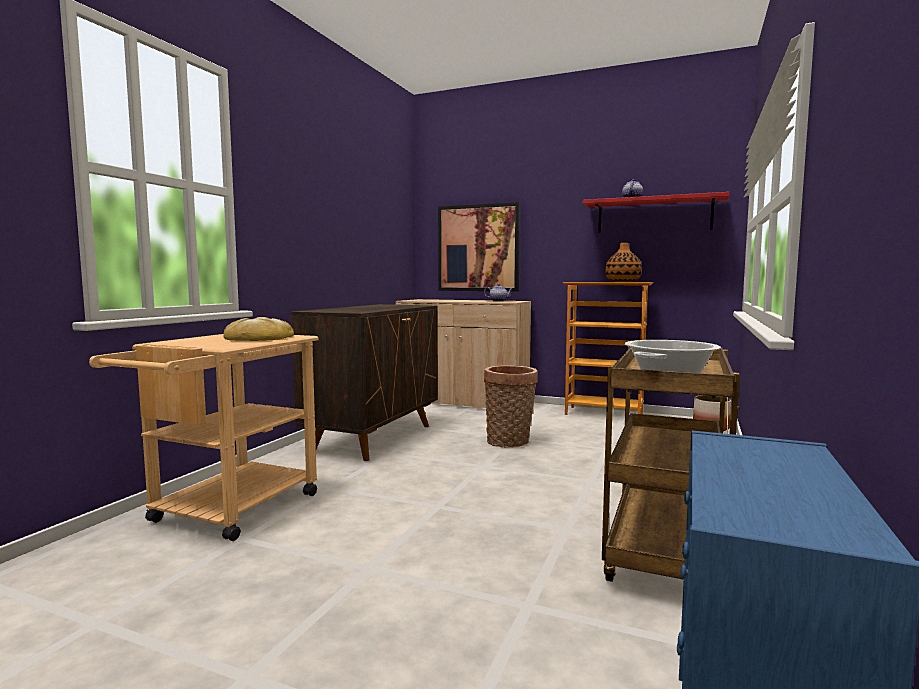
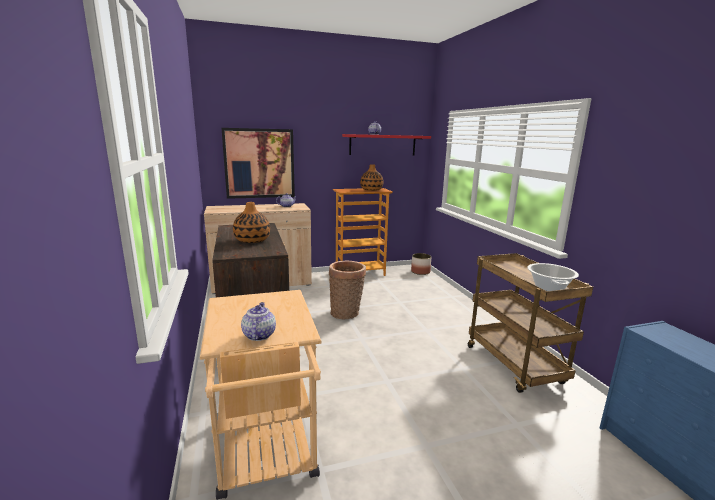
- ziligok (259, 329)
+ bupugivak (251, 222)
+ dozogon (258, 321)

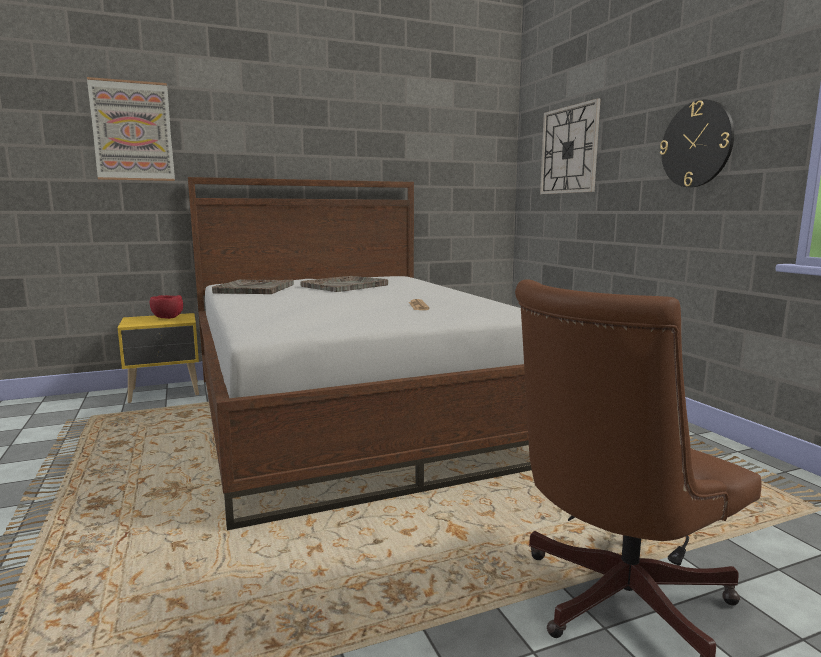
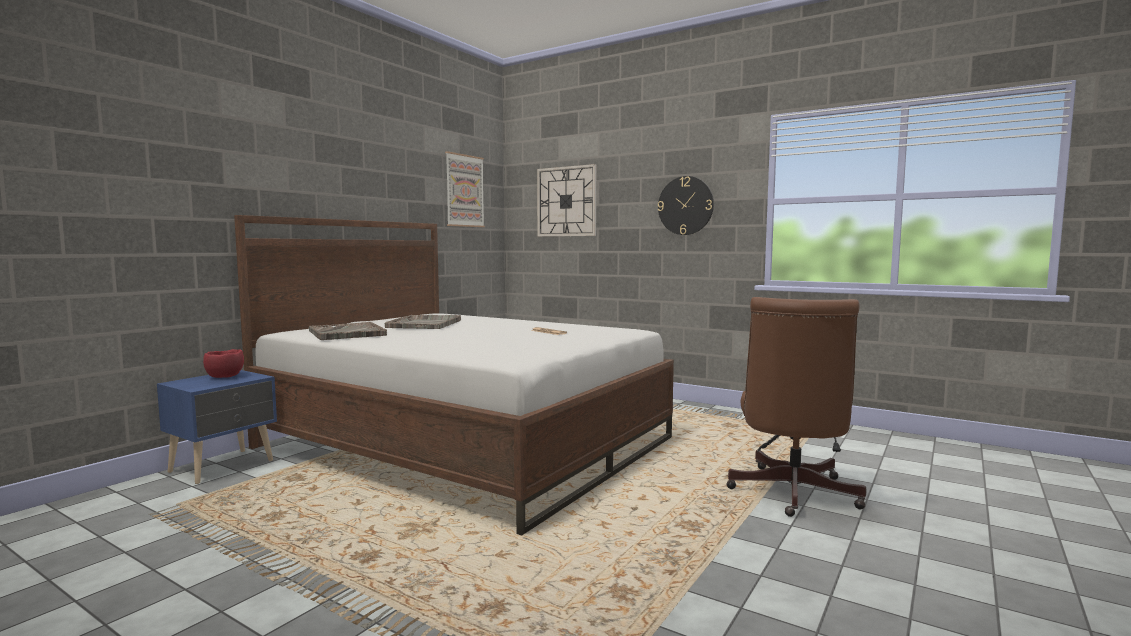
~ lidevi (131, 129) to (465, 189)
~ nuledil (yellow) (158, 358) to nuledil (blue) (217, 427)

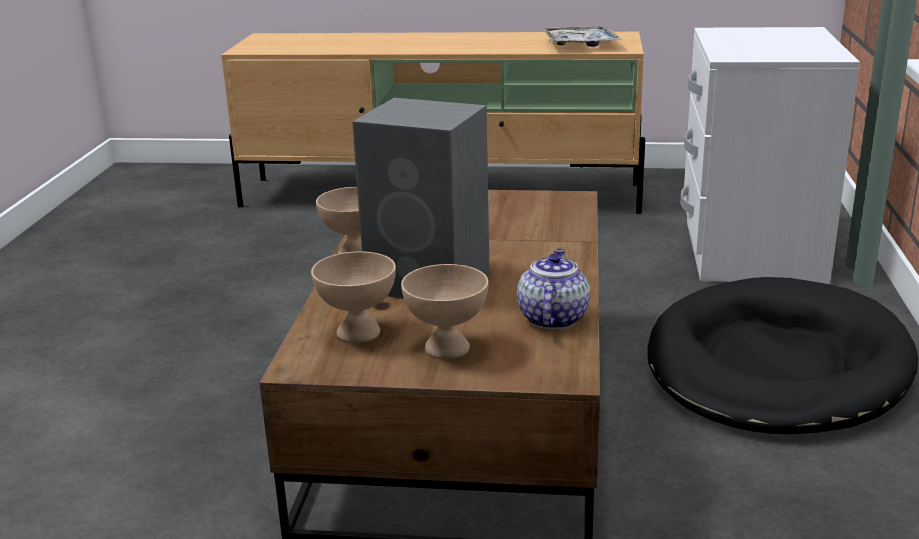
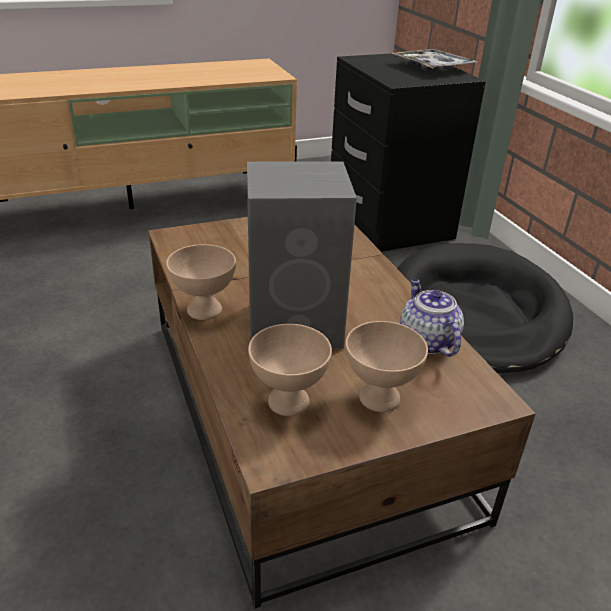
~ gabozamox (582, 36) to (434, 59)
~ nuledil (white) (770, 155) to nuledil (black) (408, 152)

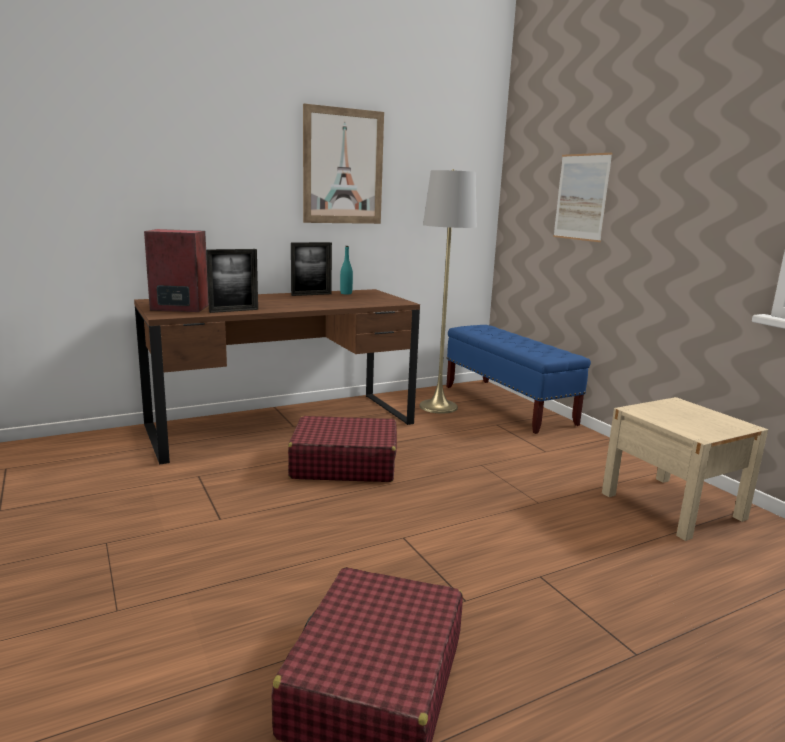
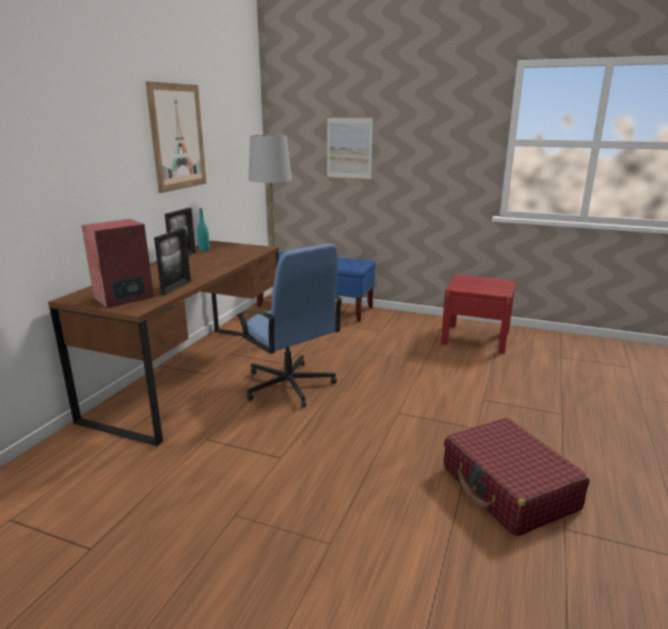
~ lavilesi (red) (342, 449) to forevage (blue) (289, 325)
~ nuledil (beige) (685, 469) to nuledil (red) (478, 314)

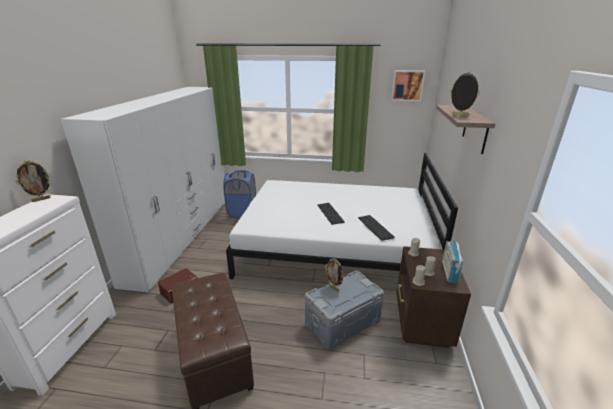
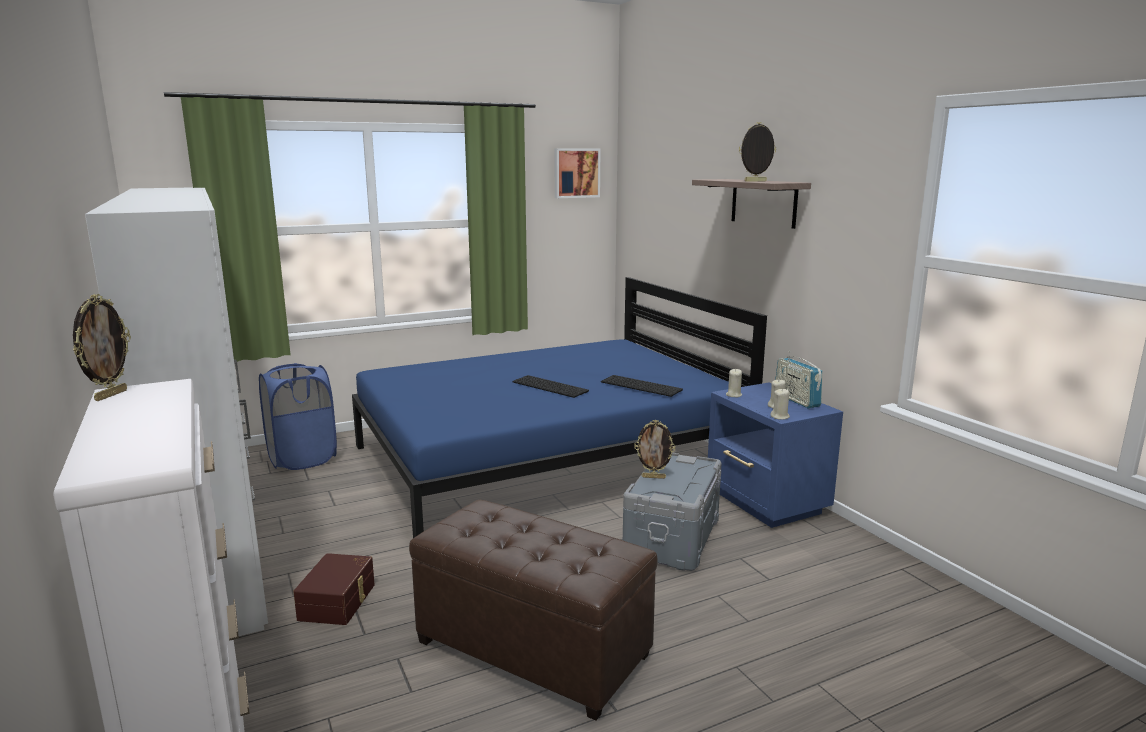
~ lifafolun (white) (342, 216) to lifafolun (blue) (559, 407)
~ nuledil (brown) (433, 297) to nuledil (blue) (775, 455)

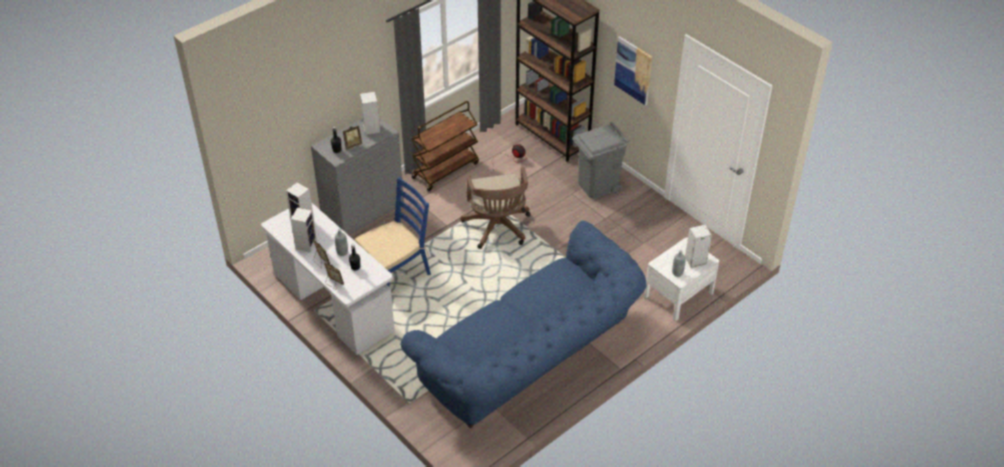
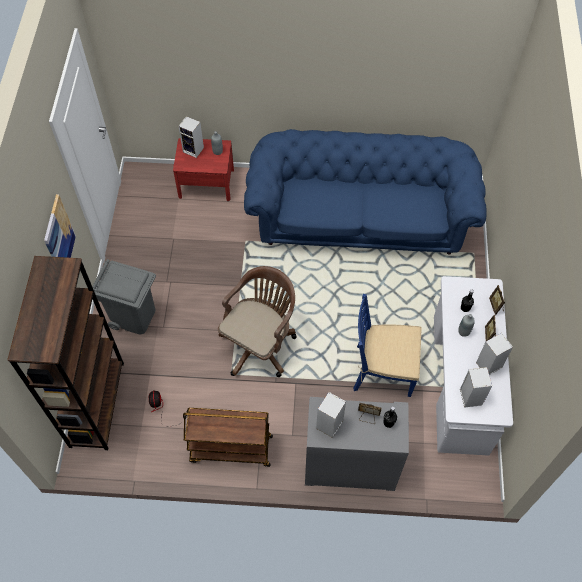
~ nuledil (white) (681, 279) to nuledil (red) (203, 169)

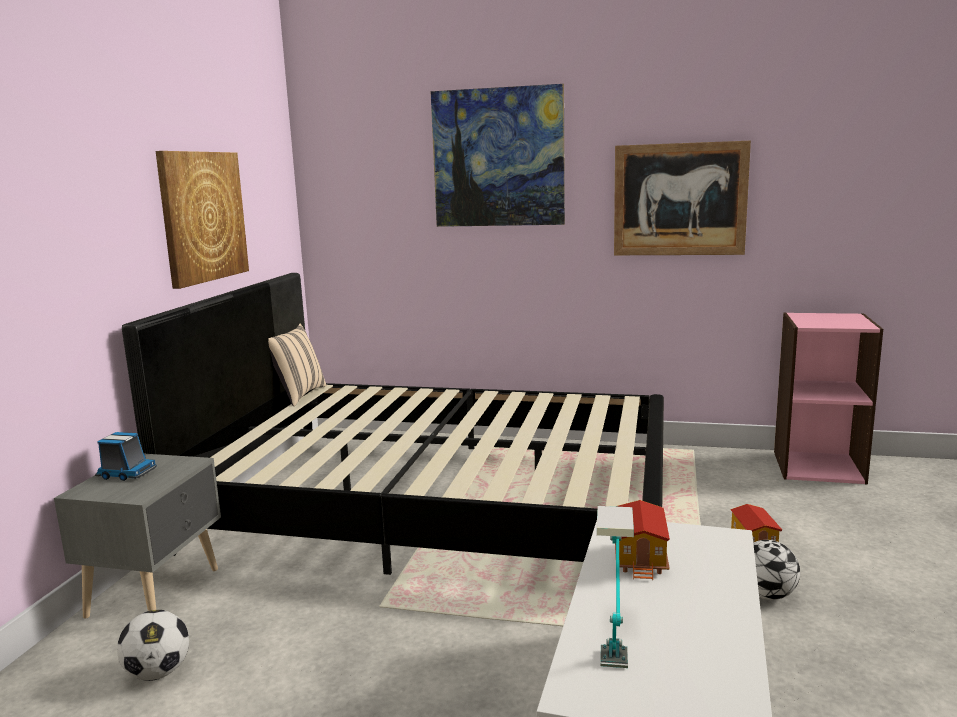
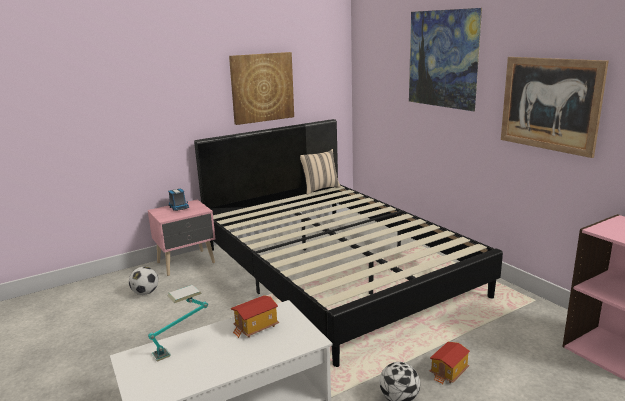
~ nuledil (grey) (137, 536) to nuledil (pink) (182, 237)

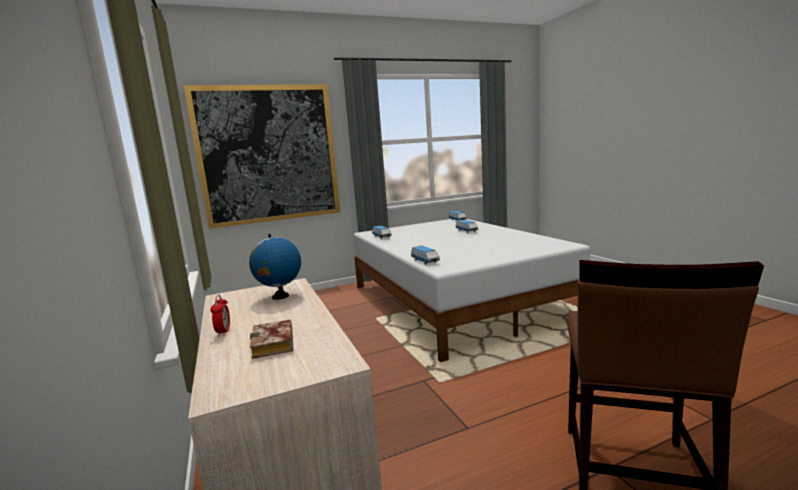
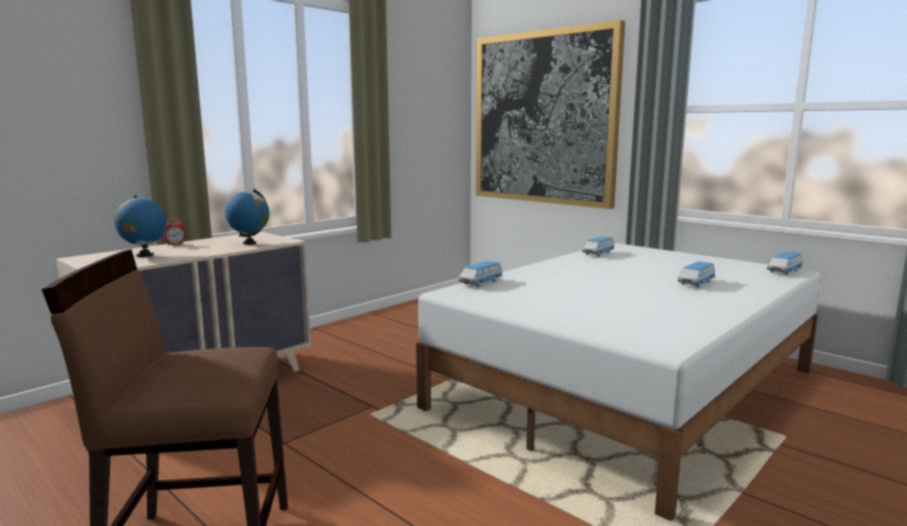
~ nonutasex (271, 339) to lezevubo (140, 226)

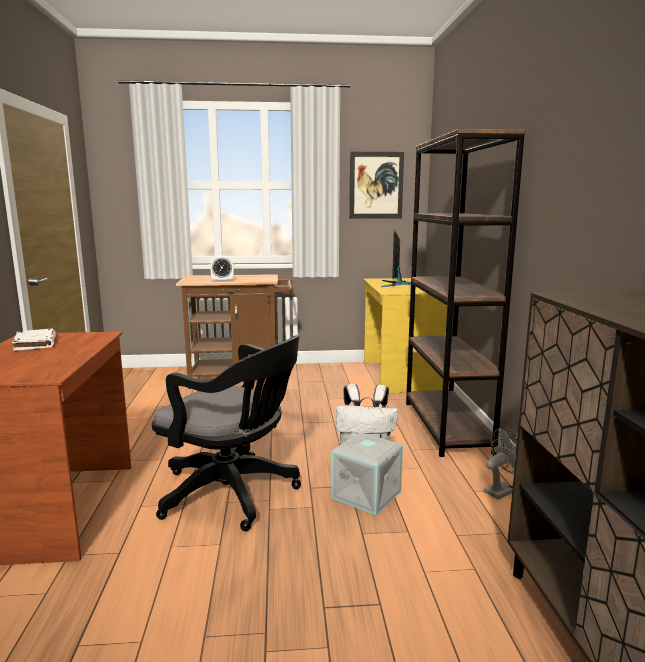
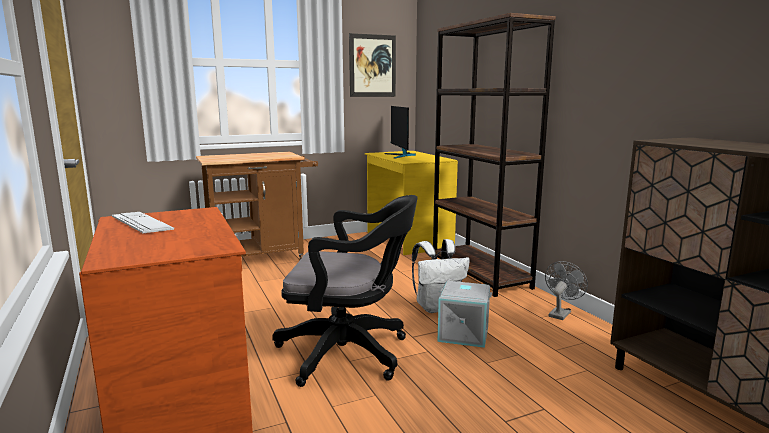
~ nonutasex (white) (34, 339) to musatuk (143, 222)
- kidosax (222, 269)

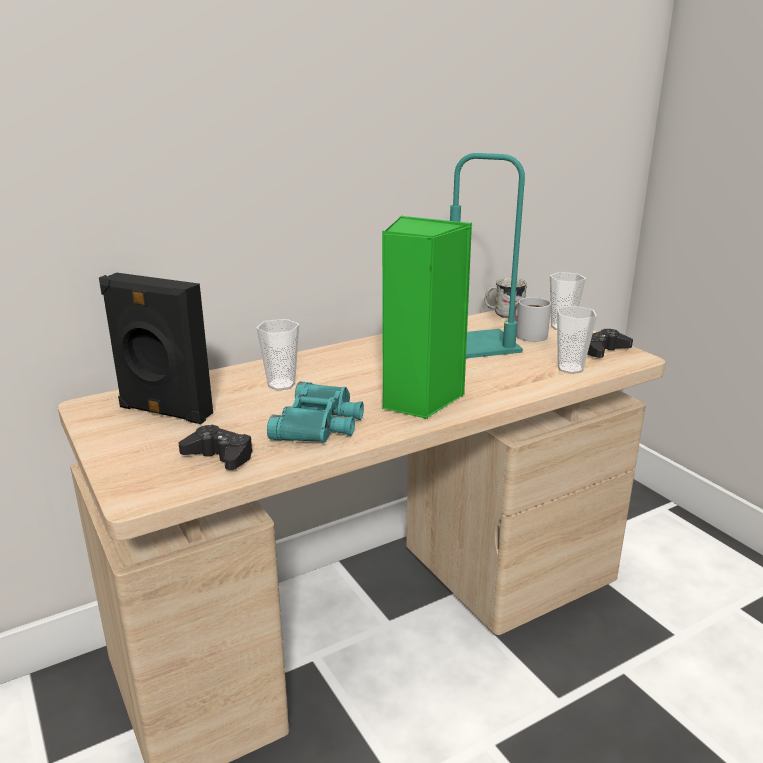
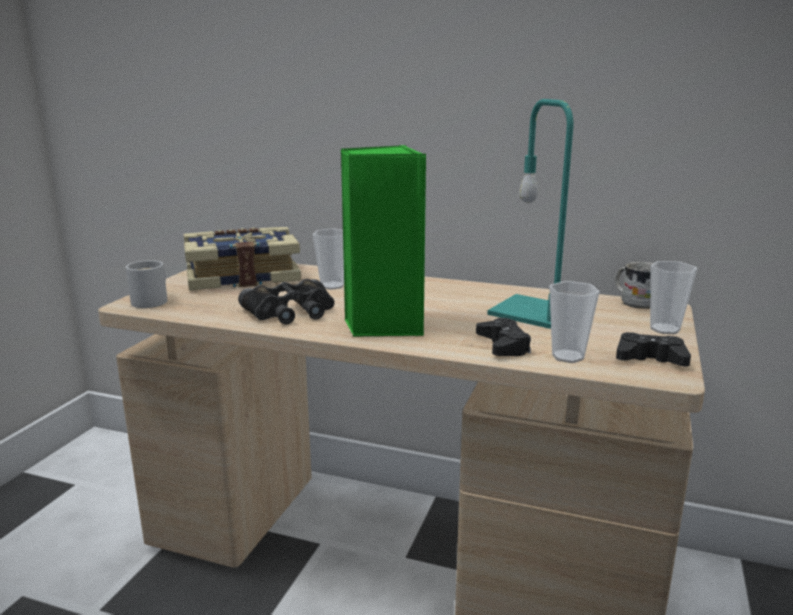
~ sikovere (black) (156, 348) to nonutasex (242, 258)
~ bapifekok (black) (215, 447) to (503, 337)
~ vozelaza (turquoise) (315, 412) to vozelaza (black) (286, 301)
~ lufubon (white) (532, 319) to (147, 284)

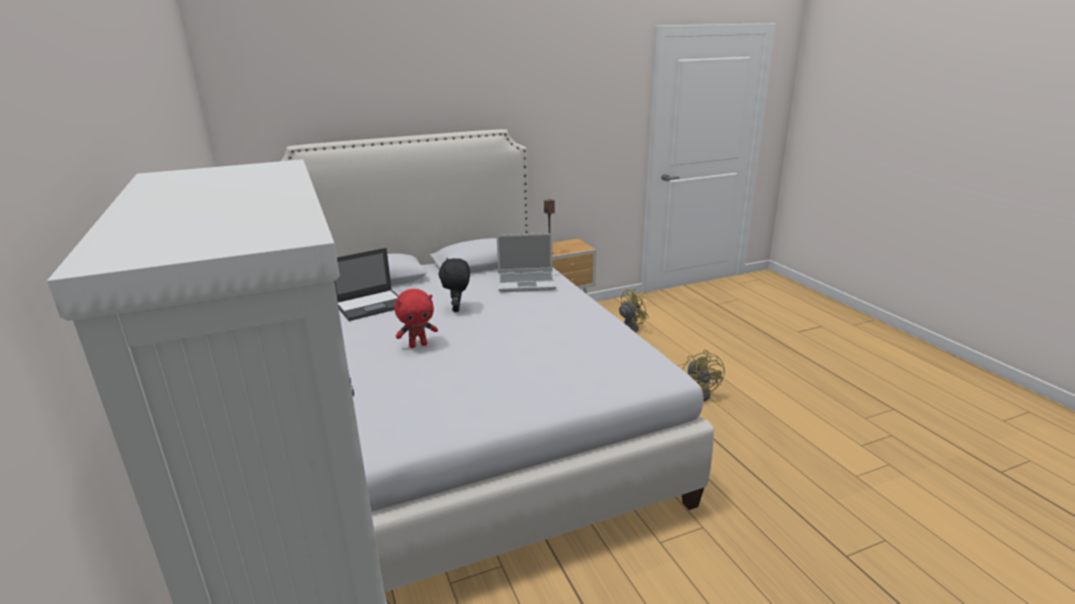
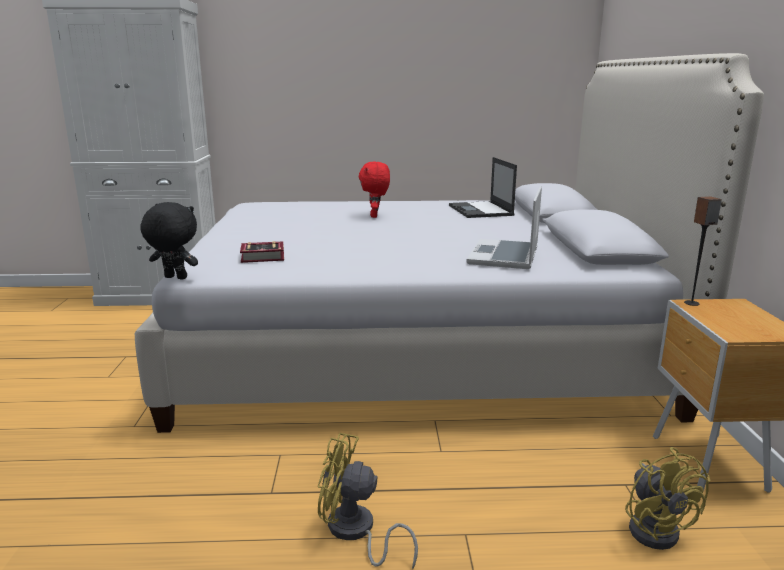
~ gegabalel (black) (454, 285) to (169, 241)
+ nonutasex (262, 252)

